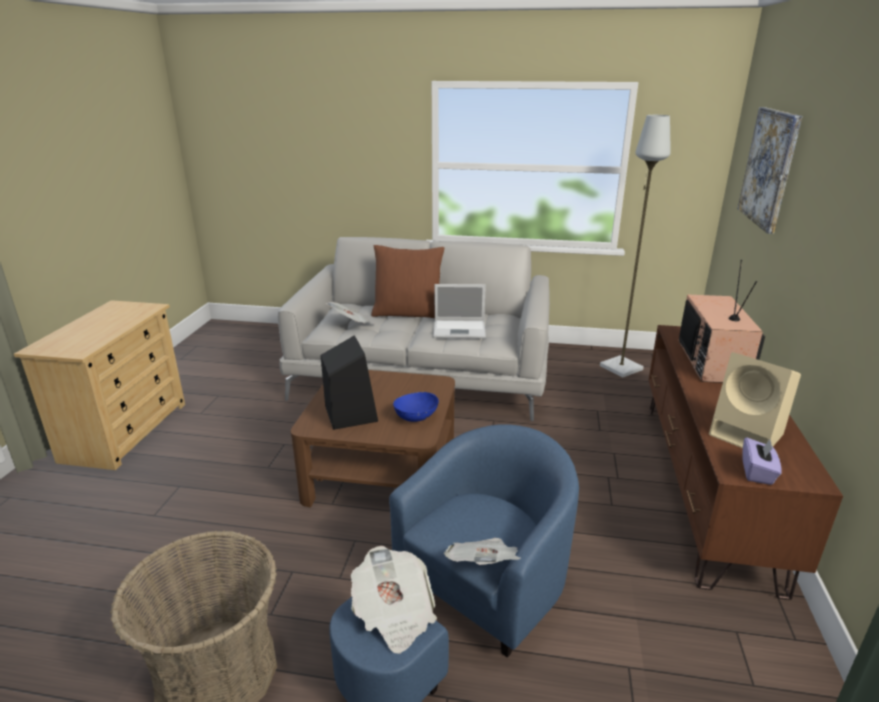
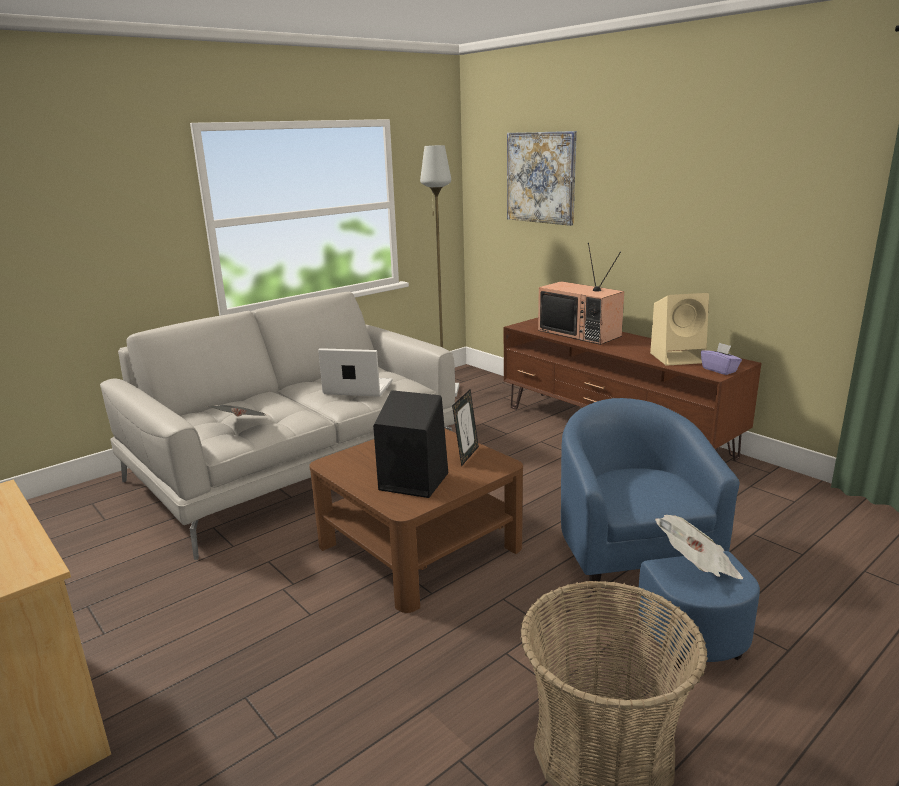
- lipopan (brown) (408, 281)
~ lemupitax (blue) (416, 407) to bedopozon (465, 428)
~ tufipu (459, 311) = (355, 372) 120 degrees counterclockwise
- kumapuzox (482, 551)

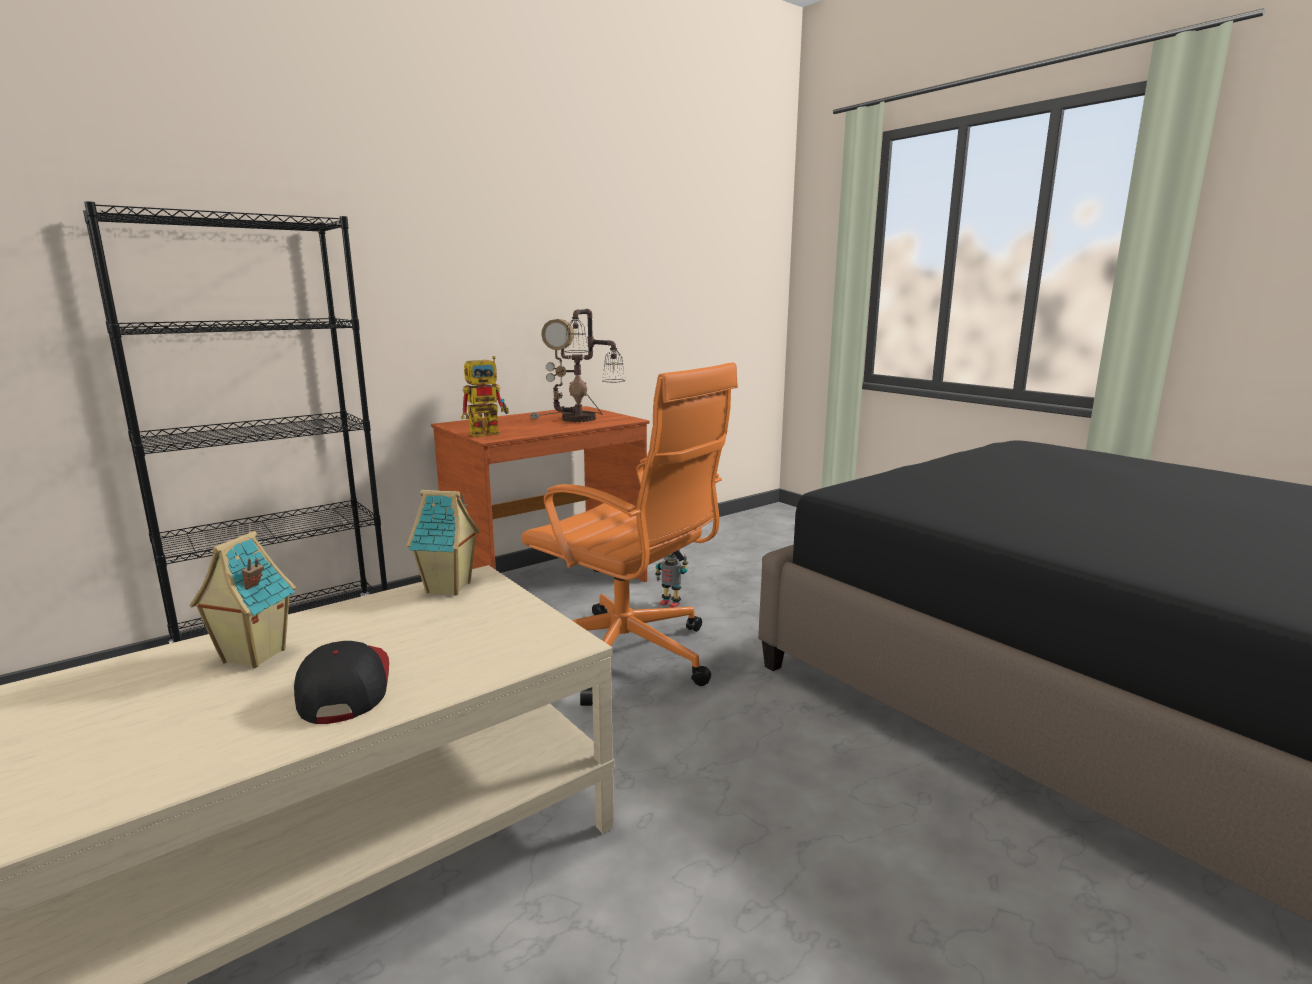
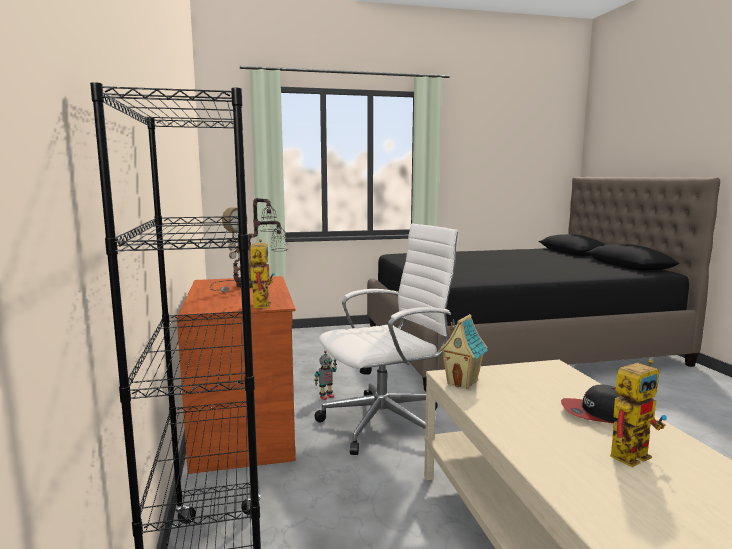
- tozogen (242, 599)
~ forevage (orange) (629, 534) to forevage (white) (387, 339)
+ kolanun (638, 413)

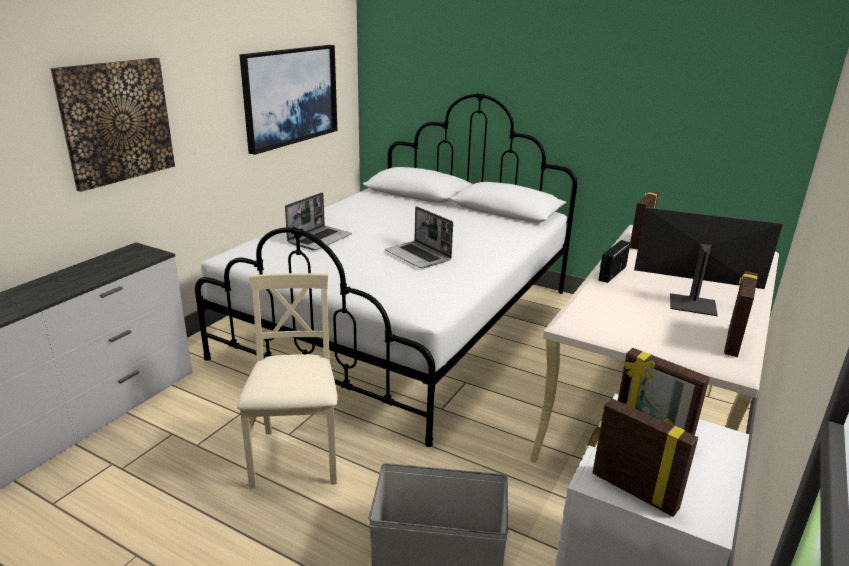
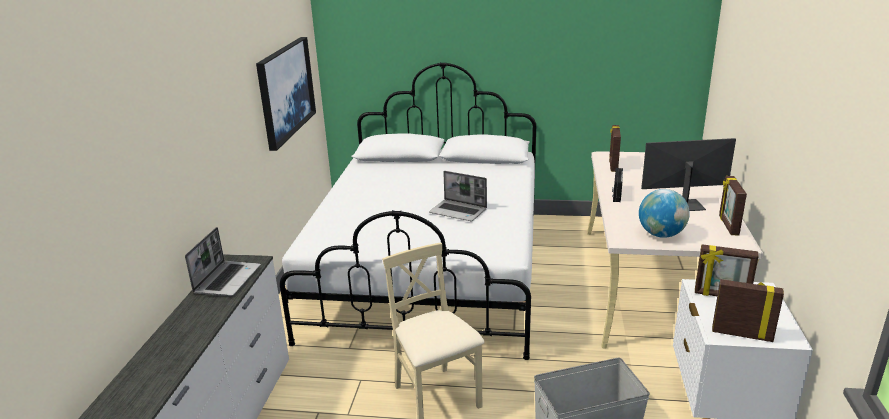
- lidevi (112, 125)
~ tufipu (318, 221) to (223, 261)
+ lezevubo (664, 213)

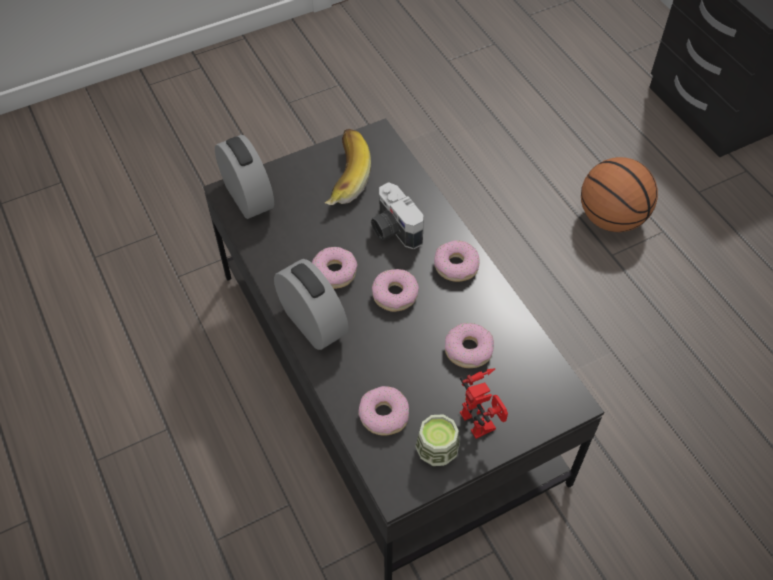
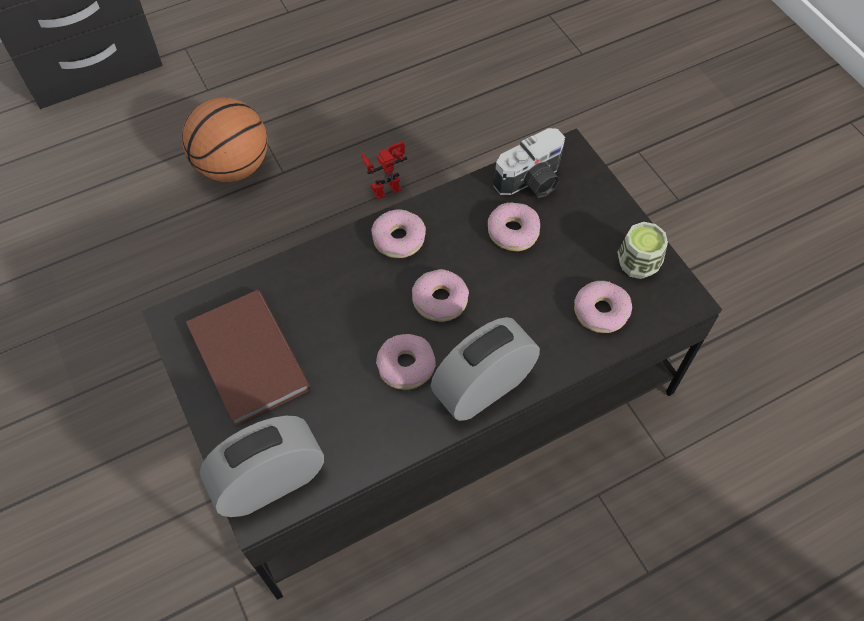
~ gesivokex (348, 167) to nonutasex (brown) (248, 358)
~ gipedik (397, 215) to (529, 163)
~ kolanun (484, 403) to (383, 170)

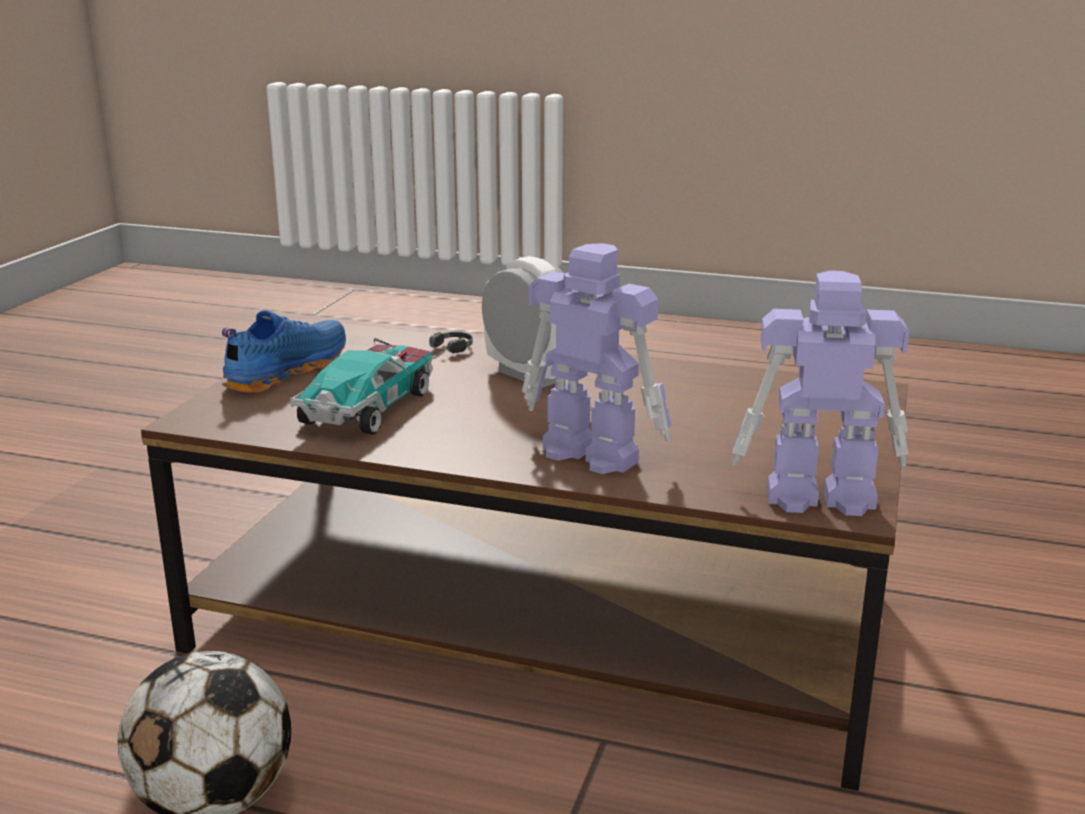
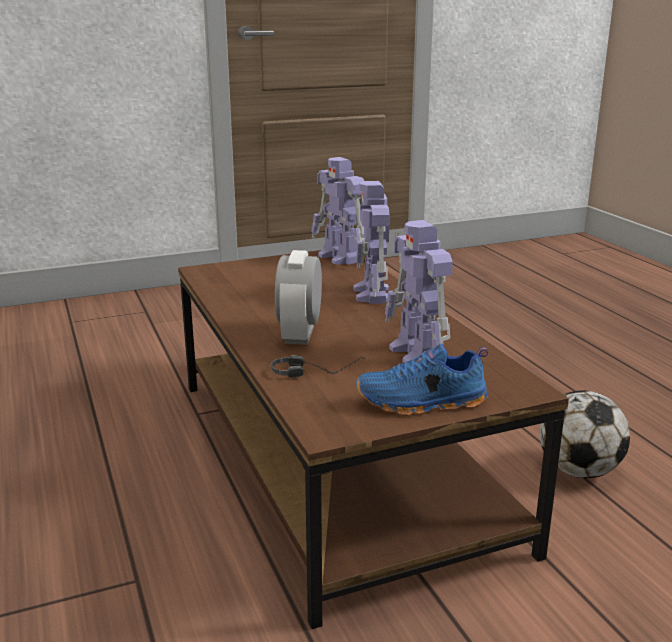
~ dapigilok (361, 389) to kolanun (419, 291)

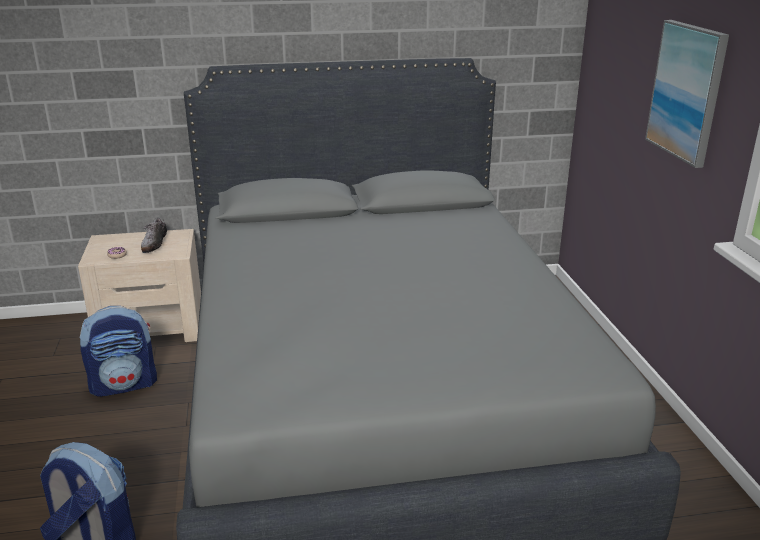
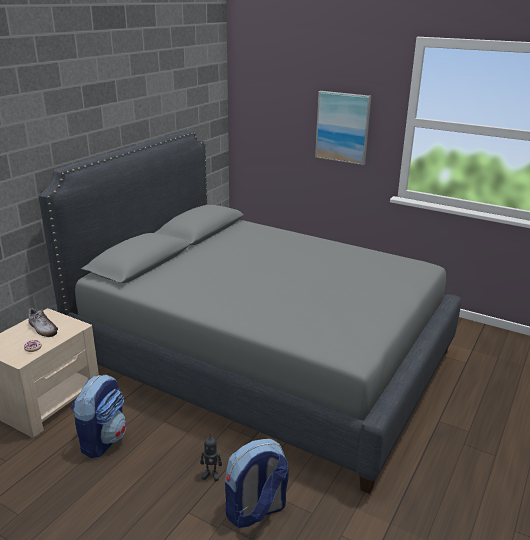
+ kolanun (211, 459)

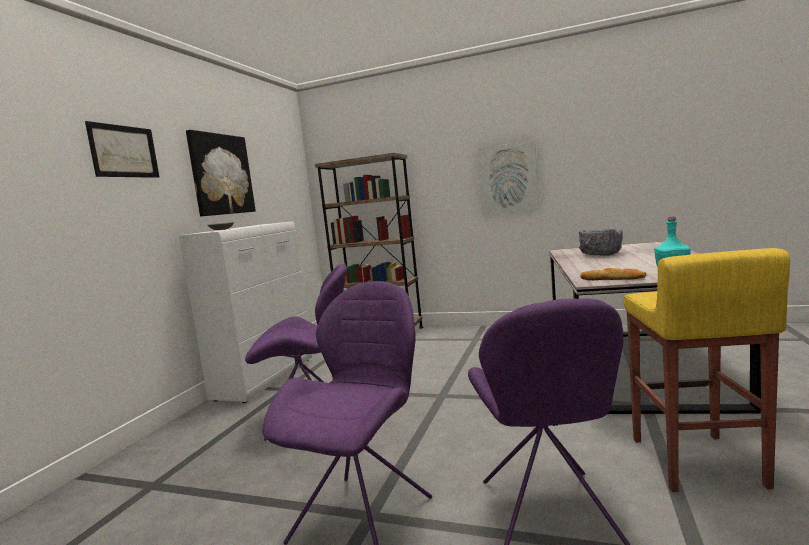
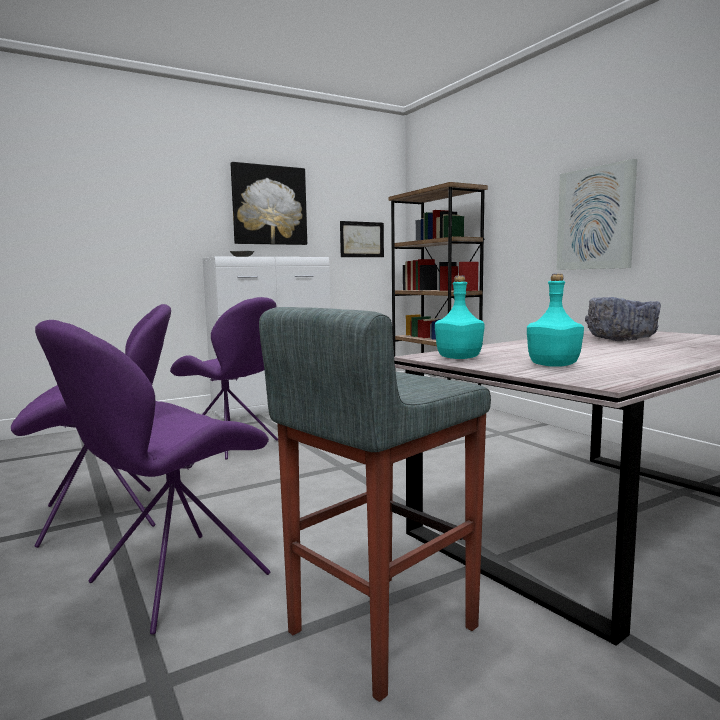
~ lidevi (122, 149) to (362, 239)
~ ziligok (613, 274) to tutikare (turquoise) (460, 317)
~ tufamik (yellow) (707, 370) to tufamik (grey) (375, 504)

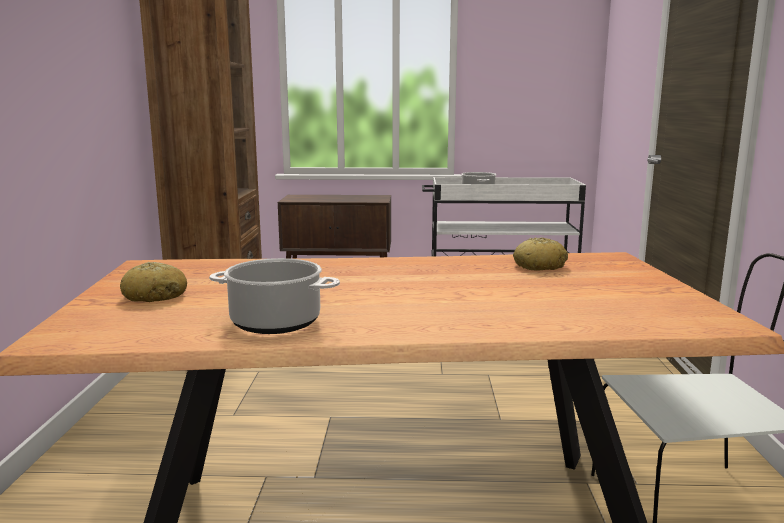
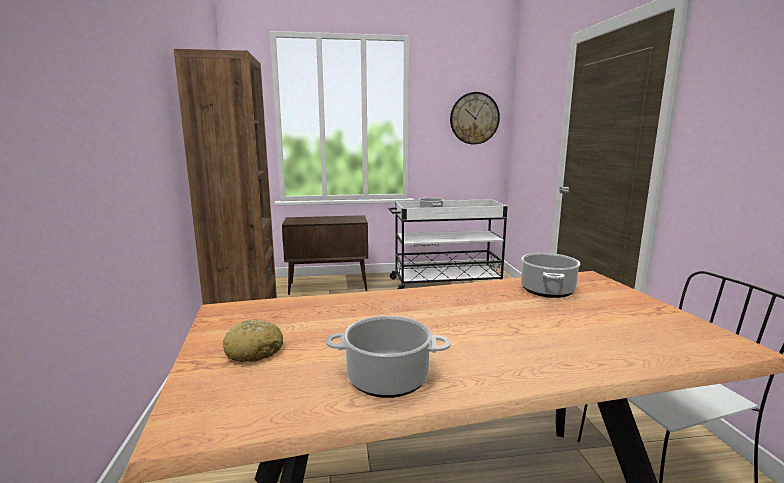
~ ziligok (540, 254) to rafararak (551, 275)
+ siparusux (475, 118)

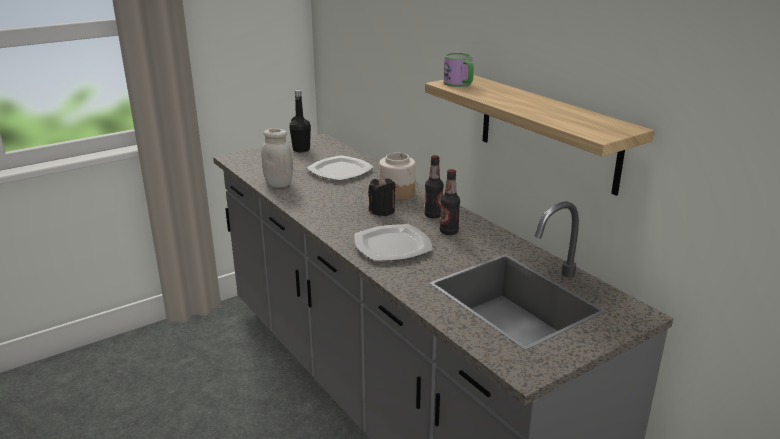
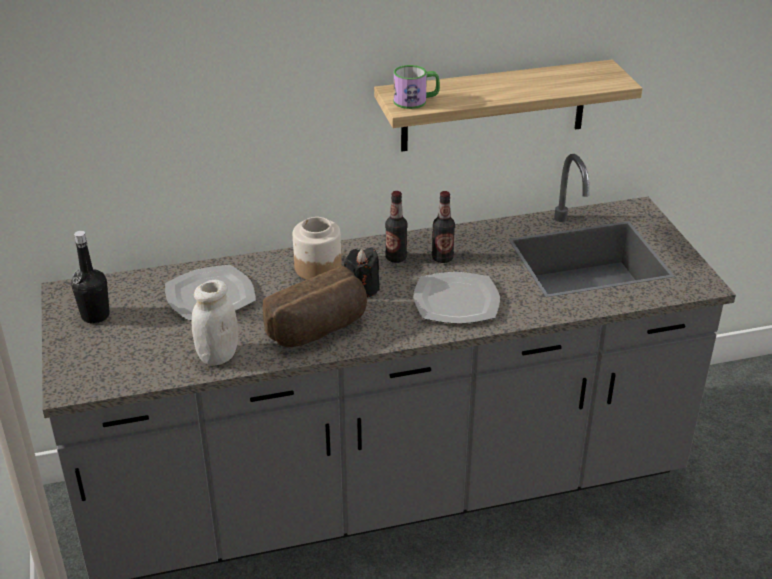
+ ziligok (315, 306)

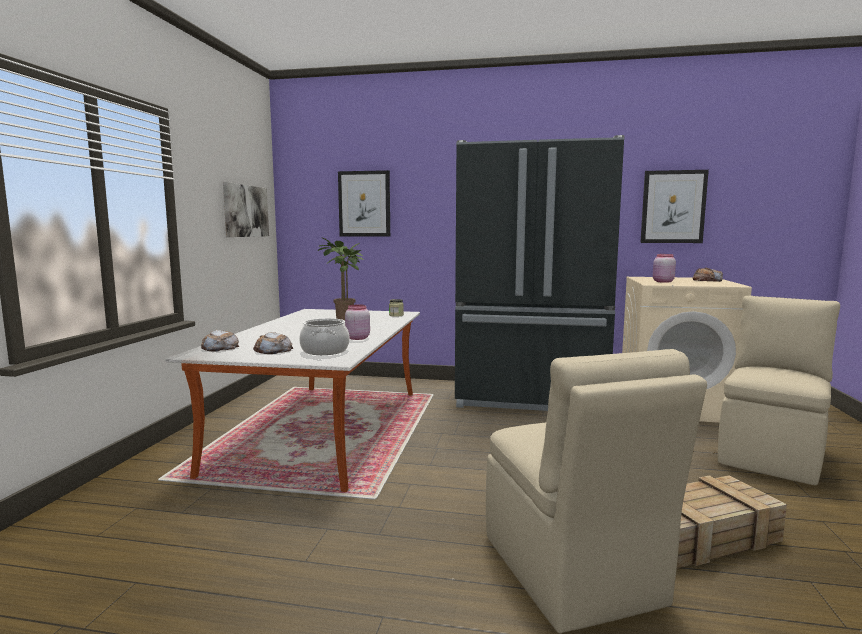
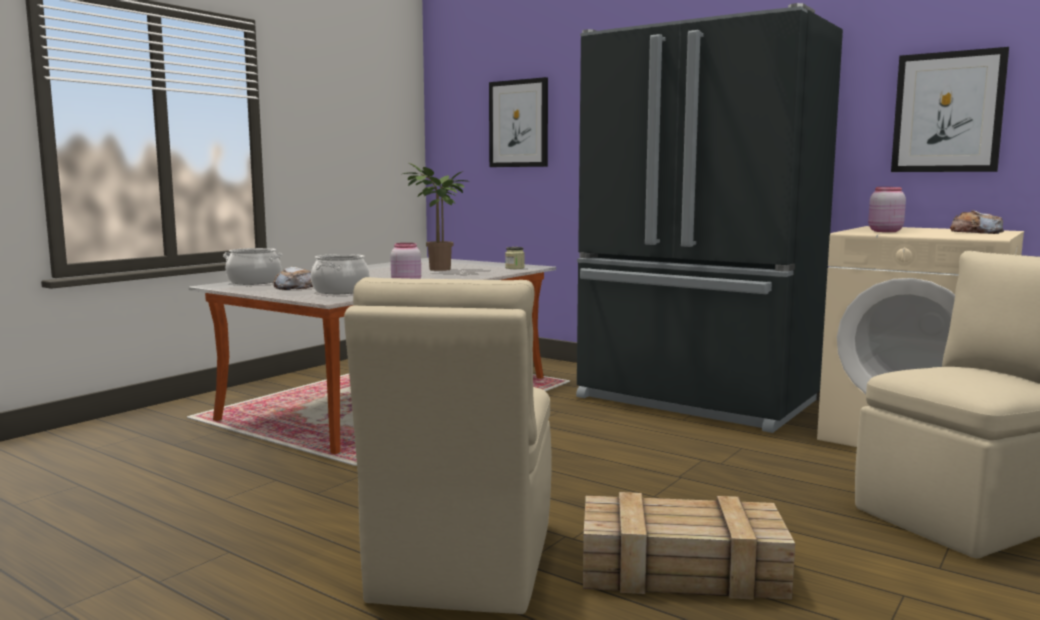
~ ziligok (220, 340) to rafararak (253, 266)
- lidevi (246, 209)

